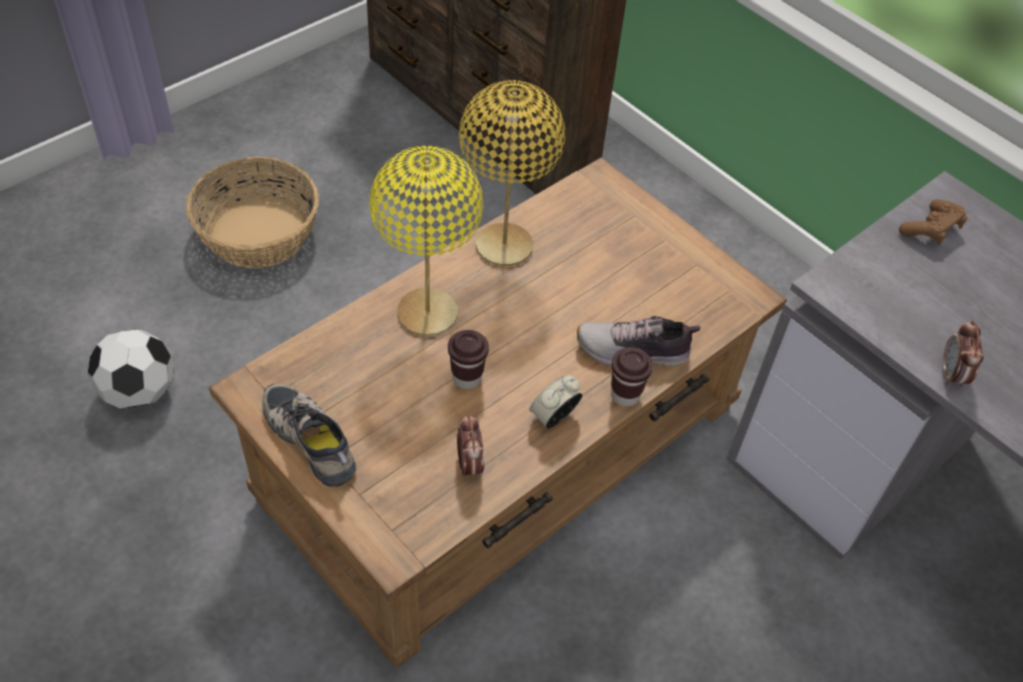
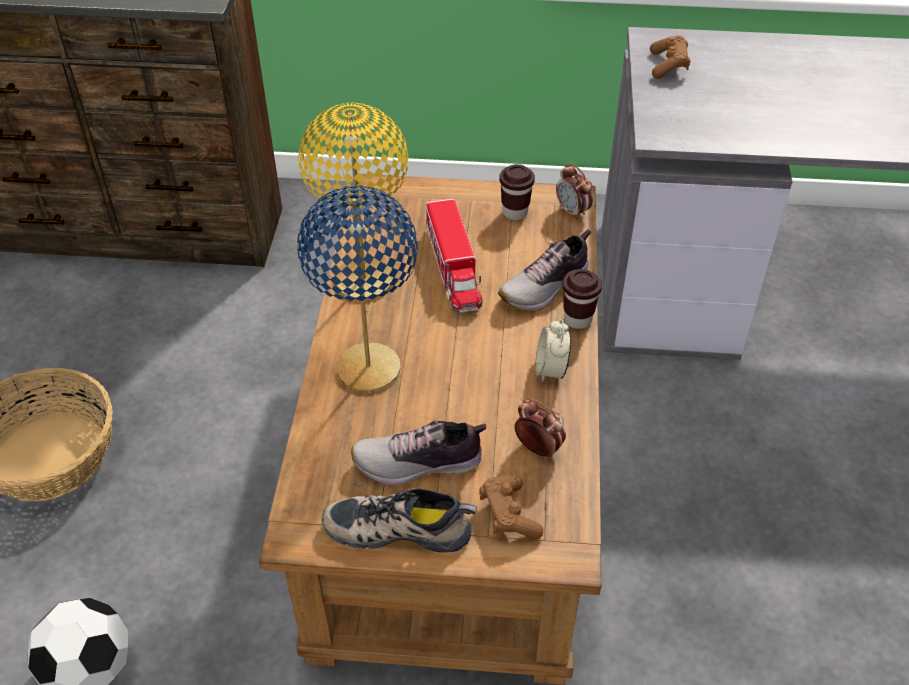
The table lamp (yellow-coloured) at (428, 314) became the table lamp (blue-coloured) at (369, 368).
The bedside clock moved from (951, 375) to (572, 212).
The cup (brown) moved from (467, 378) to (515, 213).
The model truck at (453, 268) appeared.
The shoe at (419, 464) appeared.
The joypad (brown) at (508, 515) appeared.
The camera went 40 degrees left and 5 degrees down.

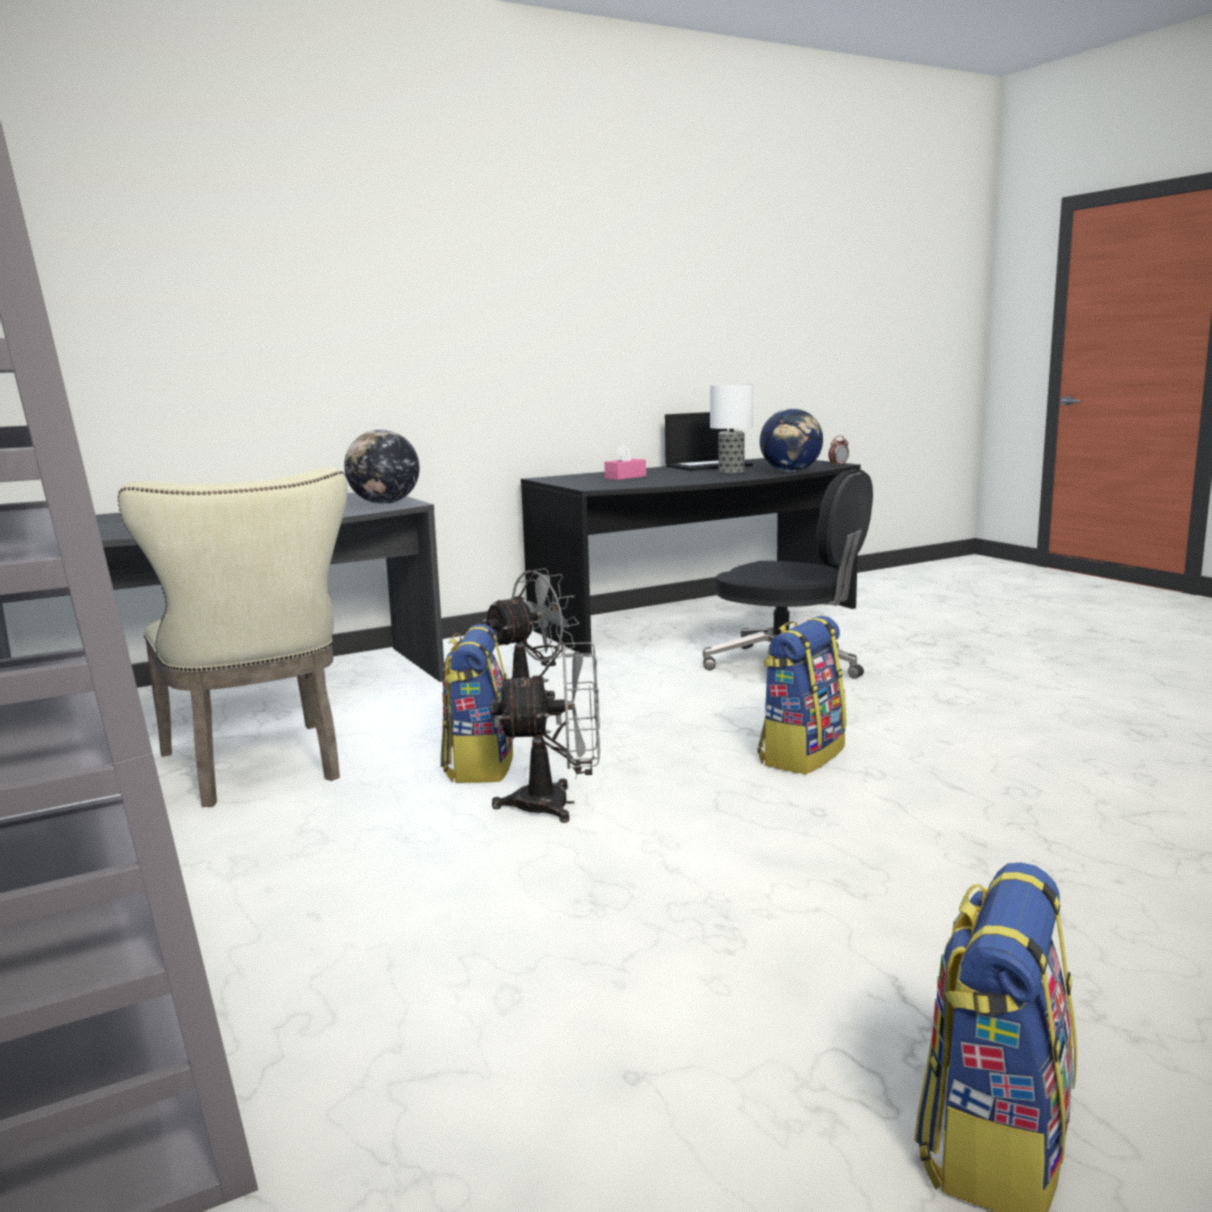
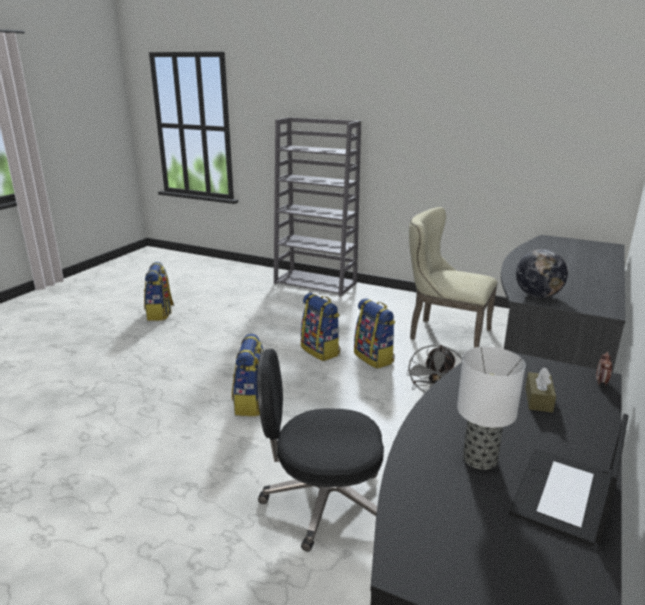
The world globe at (791, 471) disappeared.
The bedside clock moved from (838, 465) to (601, 382).
The tissue holder (pink-coloured) at (625, 477) became the tissue holder (brown) at (538, 399).
The cooling fan (gray) at (557, 804) was replaced by the knapsack at (321, 351).
The camera went 145 degrees right and 10 degrees up.

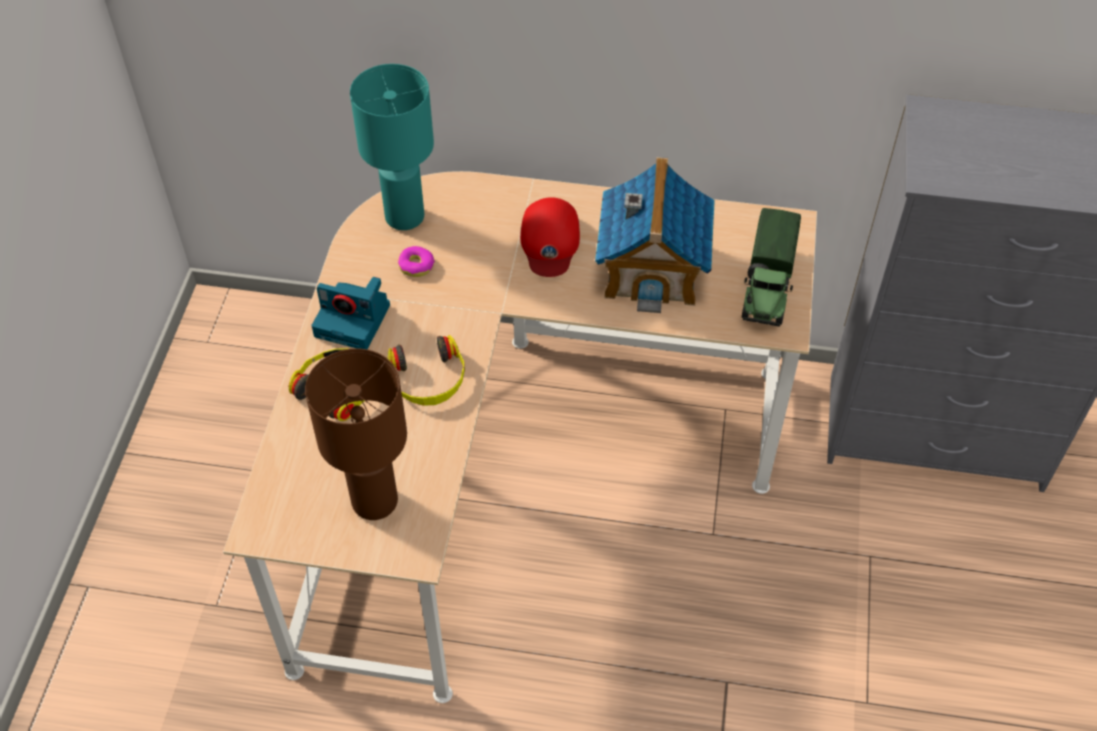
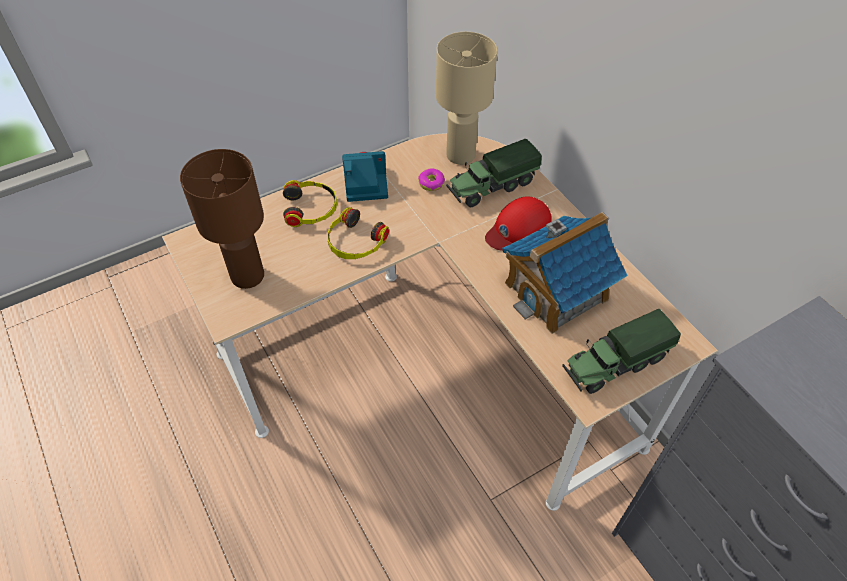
The table lamp (turquoise-coloured) at (405, 217) became the table lamp (beige) at (461, 156).
The still camera at (354, 320) turned 105 degrees clockwise.
The model truck at (491, 187) appeared.
The camera went 50 degrees right and 0 degrees up.

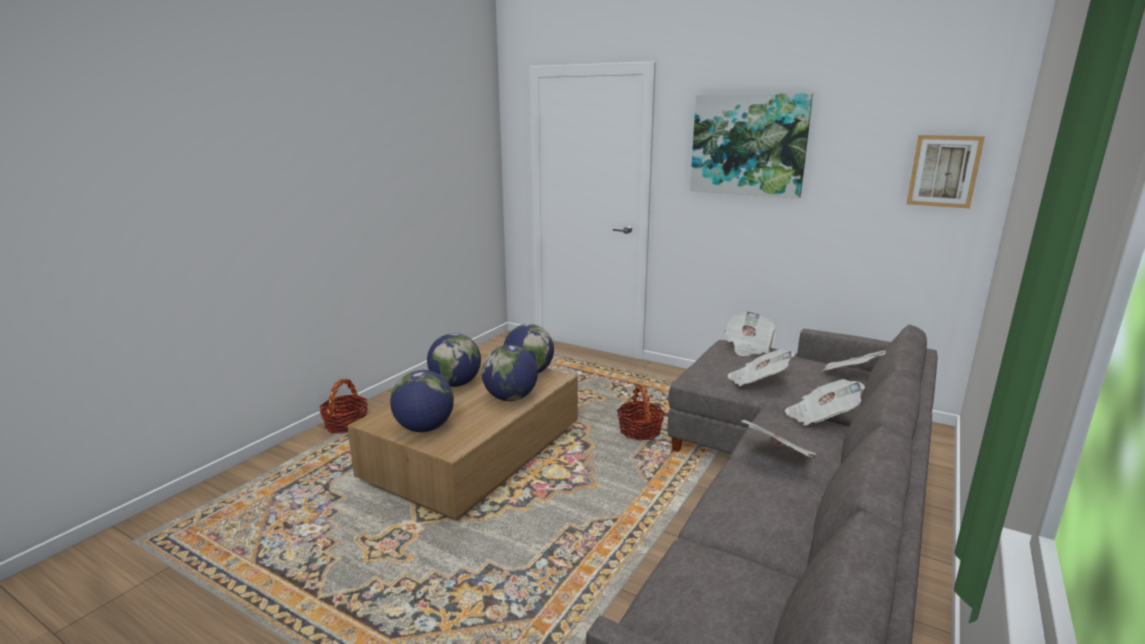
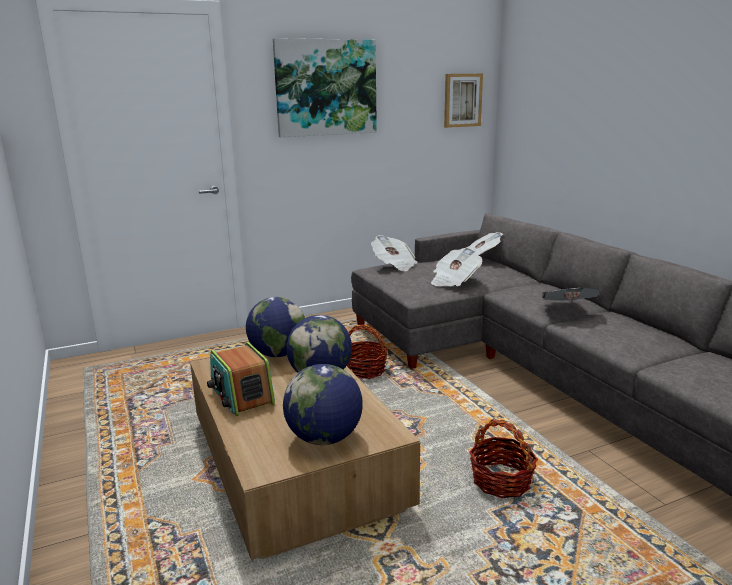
The world globe at (455, 384) was replaced by the radio set at (241, 396).
The household basket moved from (346, 424) to (501, 481).
The daily paper at (821, 418) disappeared.
The camera went 55 degrees left and 0 degrees up.

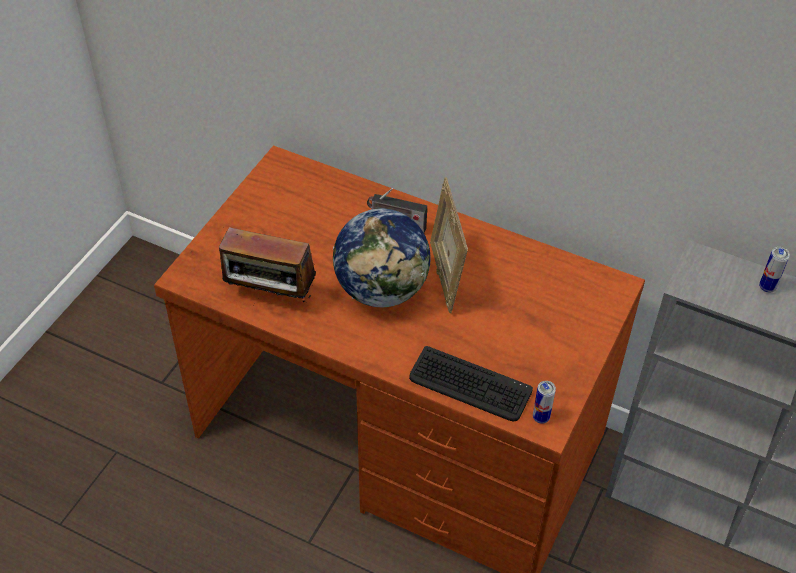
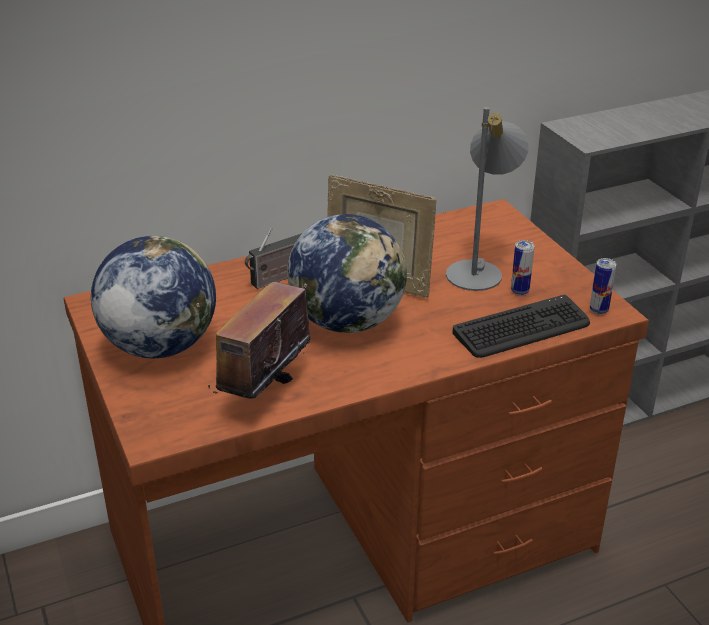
The radio set at (270, 296) turned 150 degrees clockwise.
The can moved from (767, 287) to (519, 291).
The table lamp (gray) at (480, 270) appeared.
The world globe at (159, 346) appeared.
The camera went 50 degrees left and 15 degrees down.

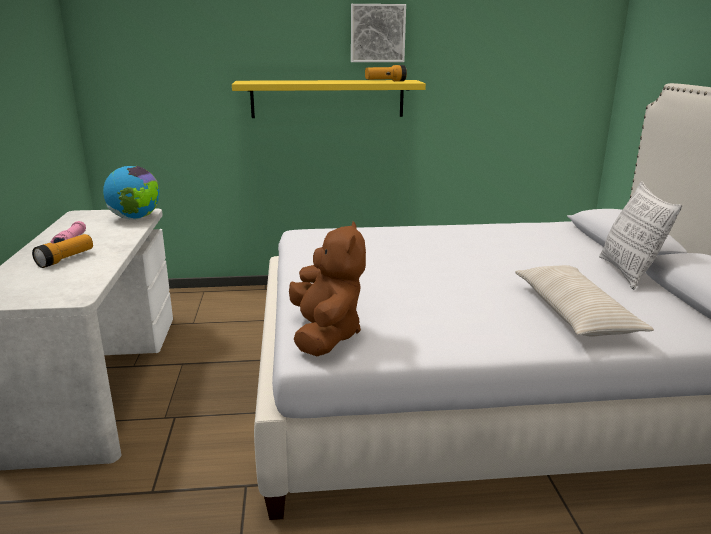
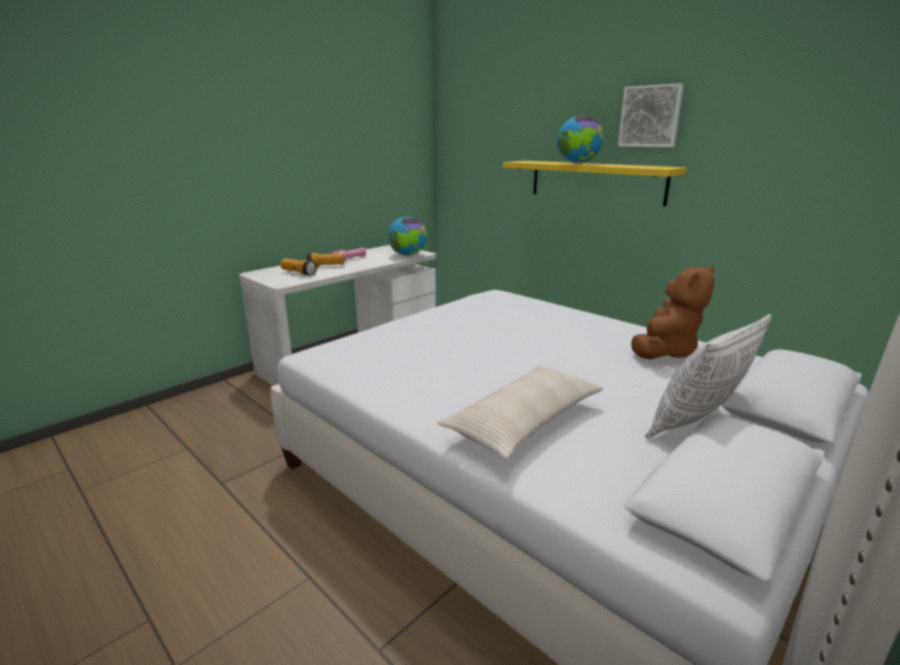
The torch moved from (385, 81) to (298, 273).
The plush toy (brown) moved from (325, 335) to (665, 351).
The world globe at (577, 163) appeared.
The camera went 50 degrees right and 0 degrees up.

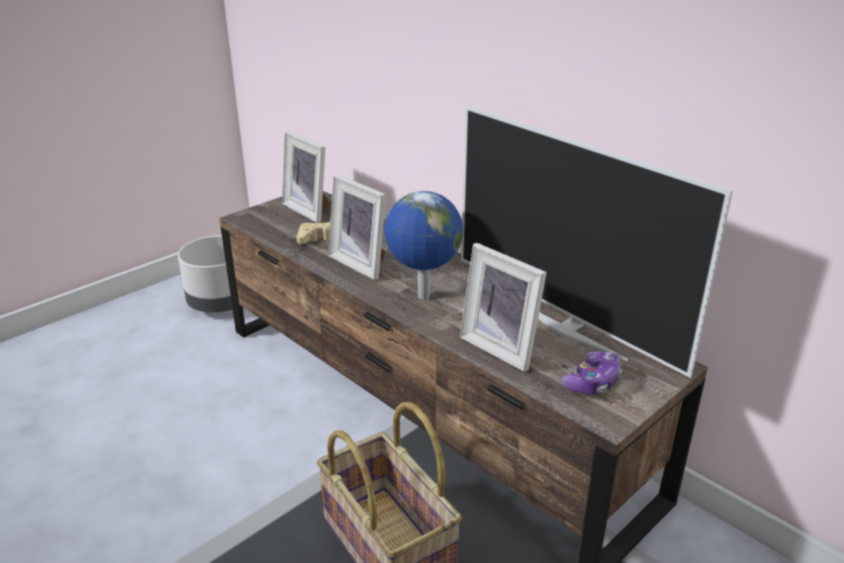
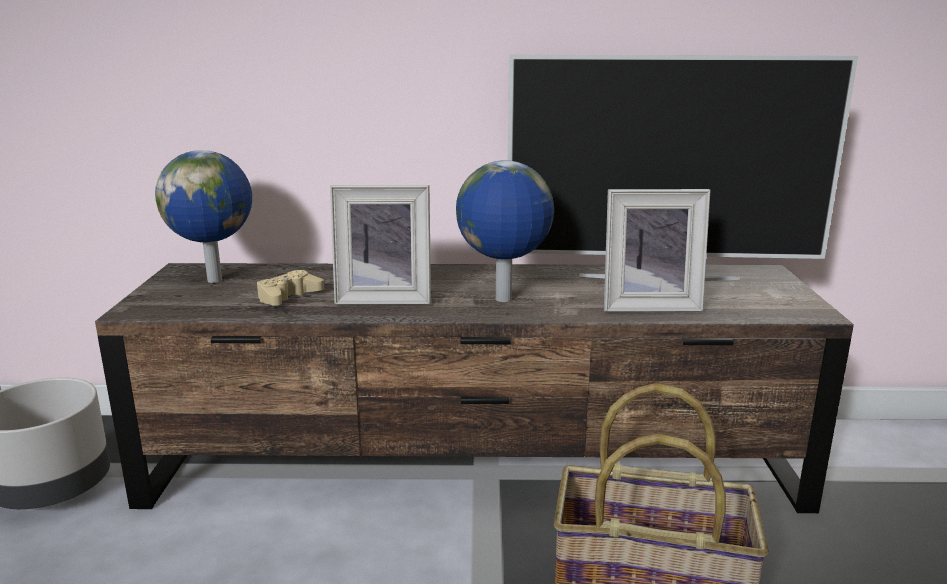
The photo frame at (310, 210) was replaced by the world globe at (217, 280).
The joypad at (592, 383) disappeared.
The camera went 45 degrees left and 10 degrees down.

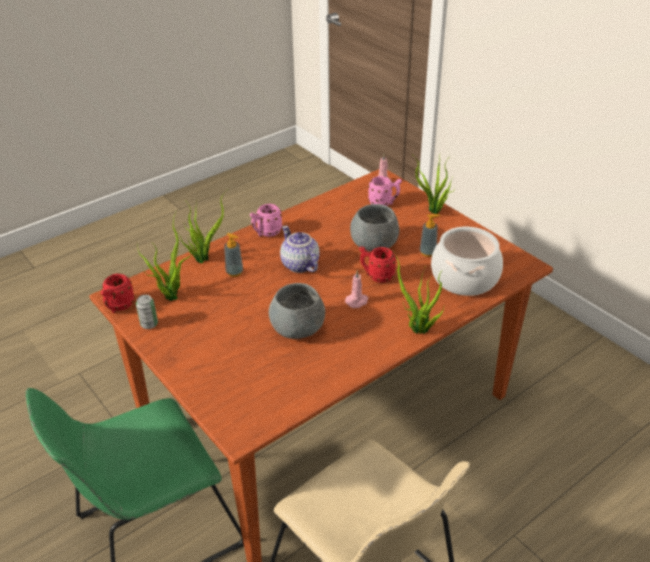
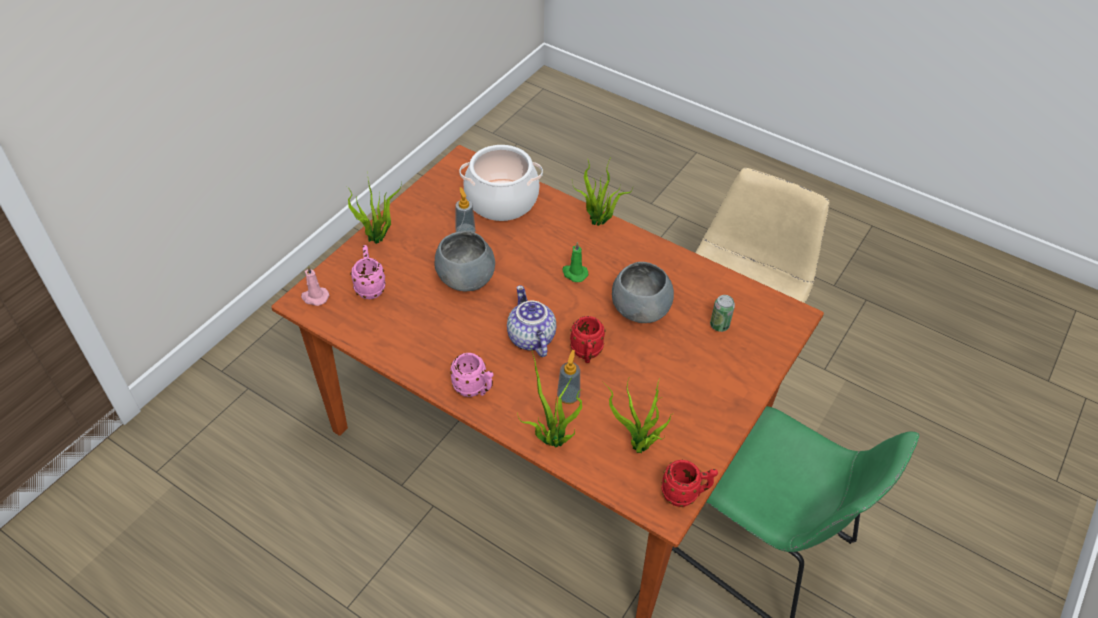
The teapot at (299, 265) turned 120 degrees clockwise.
The mug (red-coloured) moved from (376, 276) to (586, 354).
The candle (pink-coloured) at (357, 301) became the candle (green-coloured) at (574, 273).
The can moved from (149, 324) to (719, 325).
The camera went 110 degrees left and 10 degrees up.

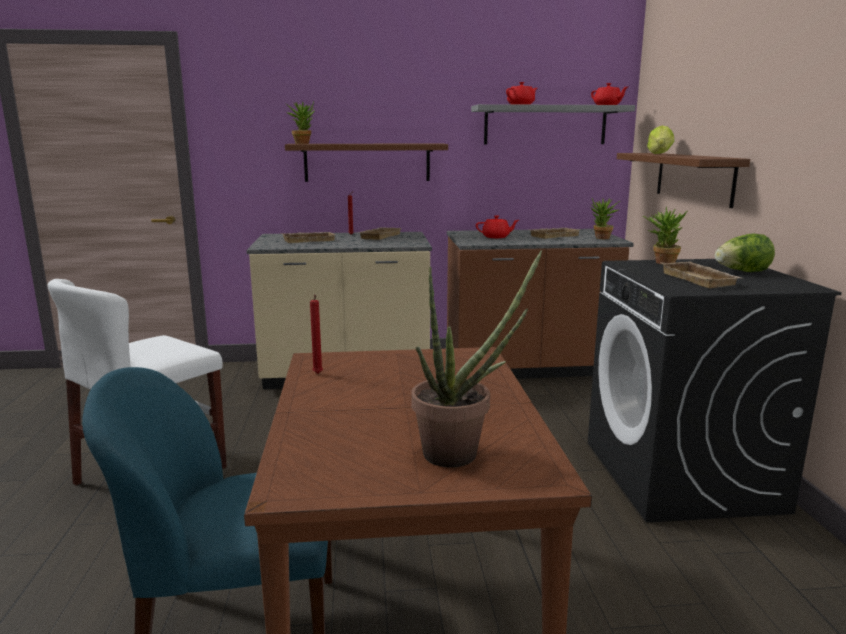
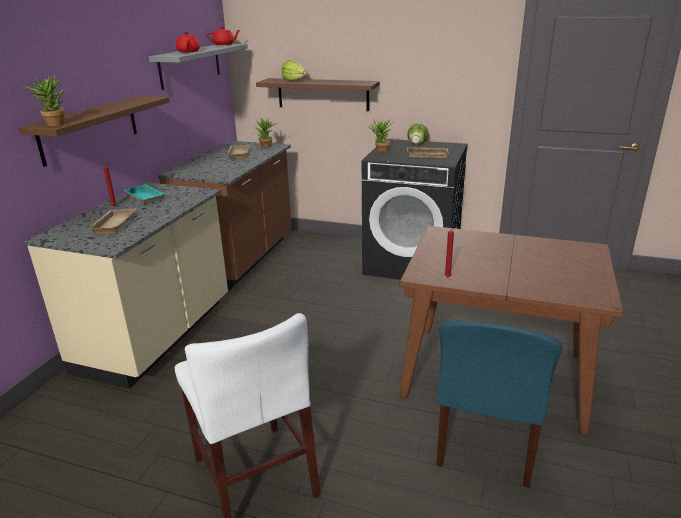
The teapot (red-coloured) at (496, 237) disappeared.
The carrying tray (beige) at (379, 236) became the carrying tray (turquoise-coloured) at (143, 198).
The plant in a pot at (461, 452) disappeared.
The camera went 65 degrees left and 10 degrees up.

